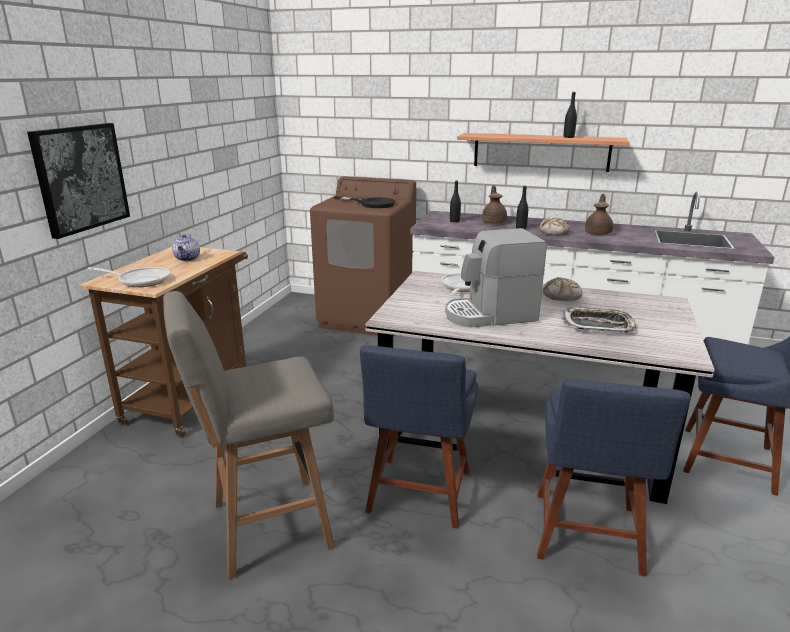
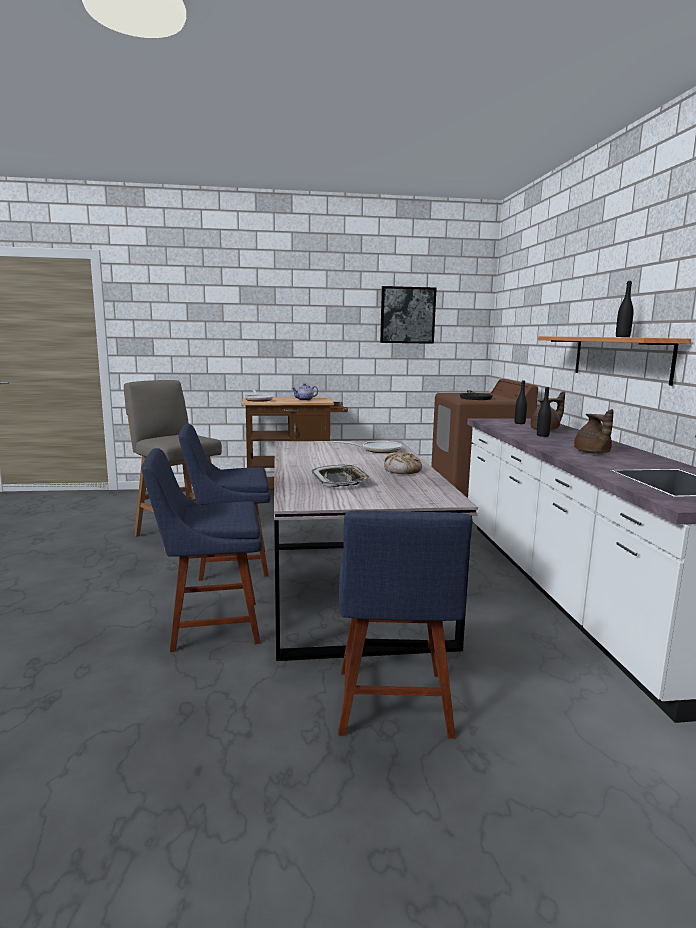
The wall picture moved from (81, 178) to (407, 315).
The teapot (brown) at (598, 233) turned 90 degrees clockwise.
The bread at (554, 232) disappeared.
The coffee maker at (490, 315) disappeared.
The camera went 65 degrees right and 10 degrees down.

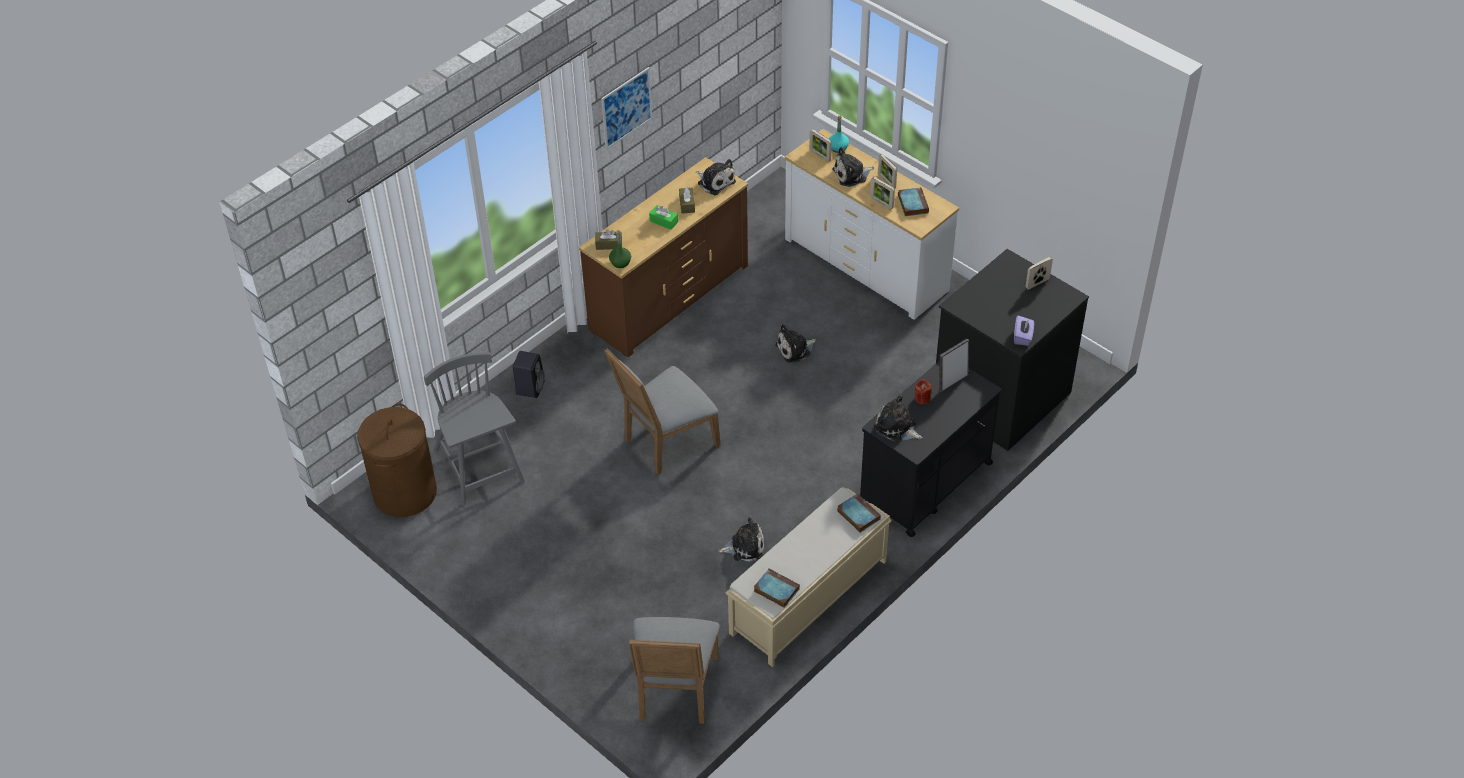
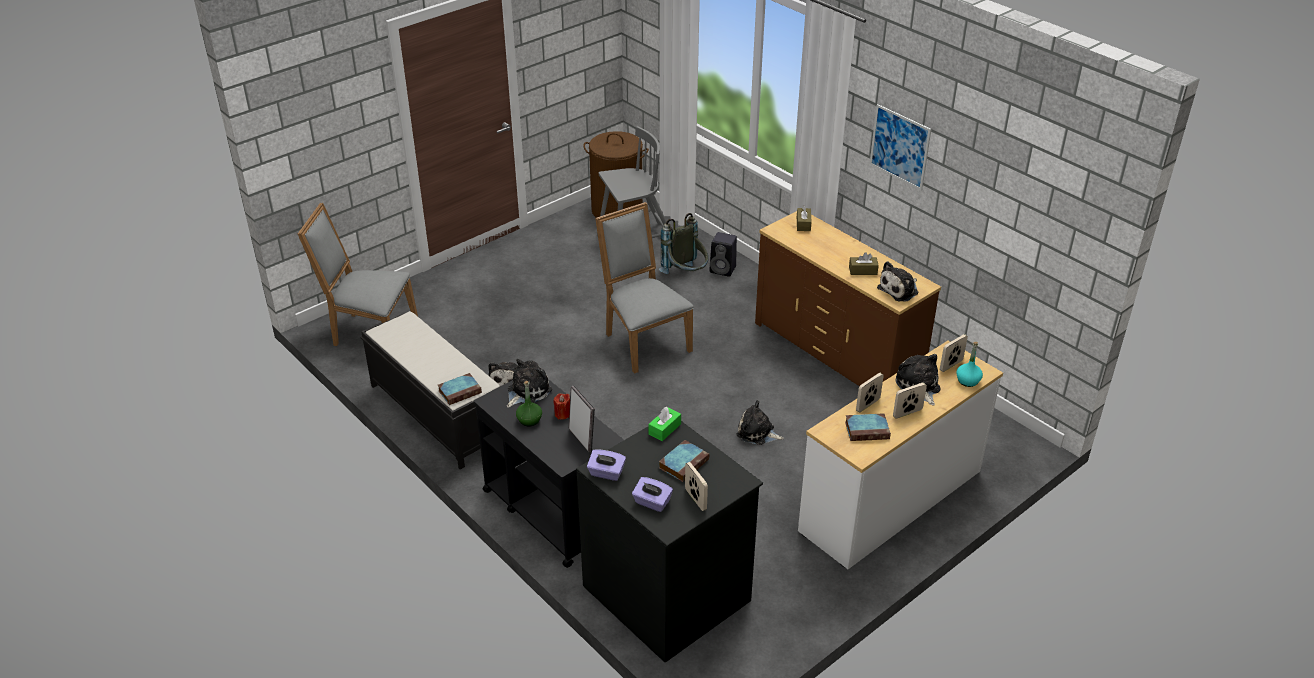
The tissue holder (green-coloured) moved from (664, 221) to (664, 429).
The beverage bottle (green-coloured) moved from (620, 262) to (529, 420).
The plush toy at (795, 349) turned 45 degrees counterclockwise.
The bench (beige) at (807, 598) became the bench (blackish) at (436, 413).
The bound book moved from (775, 590) to (684, 463).
The knapsack (gray) at (686, 275) appeared.
The tissue holder (purple-coloured) at (652, 502) appeared.
The camera went 95 degrees right and 10 degrees down.

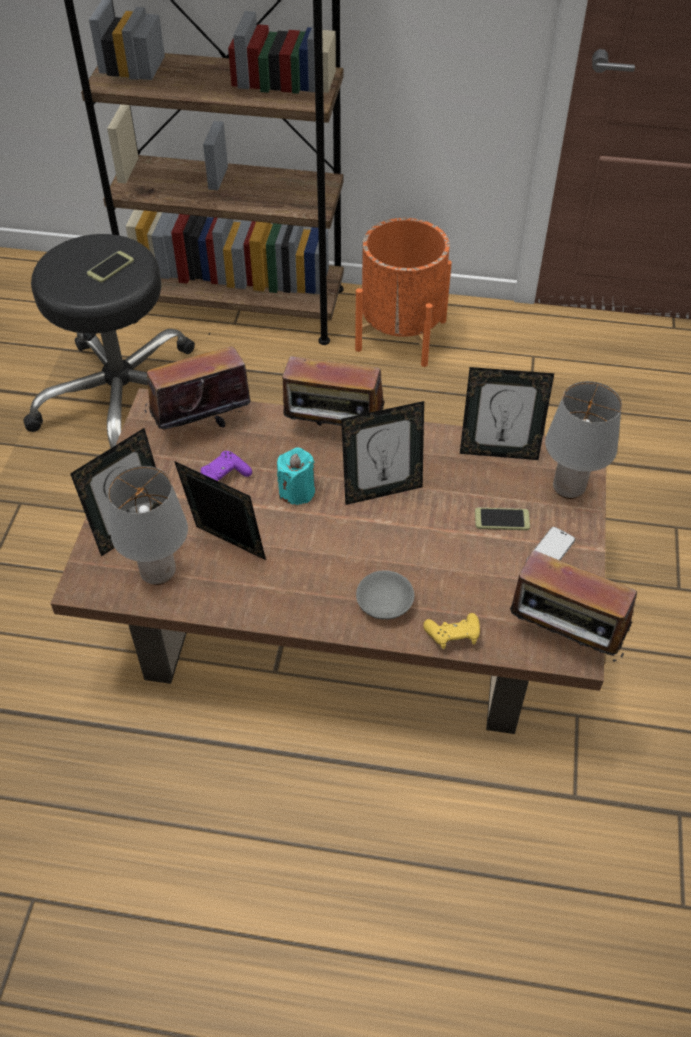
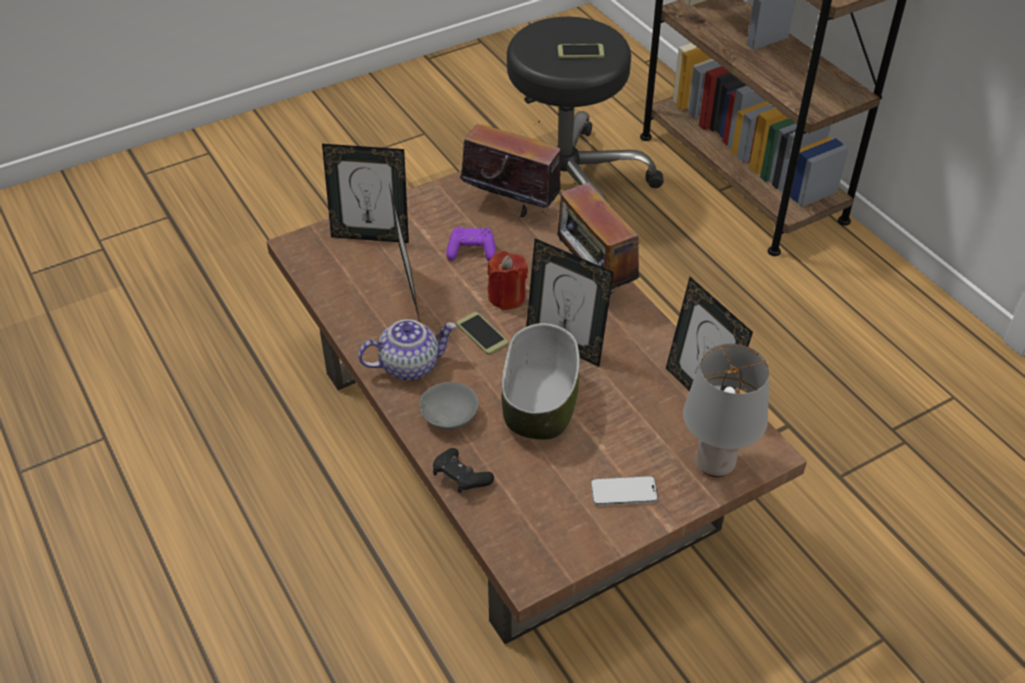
The plant pot (orange-coloured) at (401, 335) disappeared.
The candle (turquoise-coloured) at (297, 491) became the candle (red-coloured) at (507, 297).
The table lamp (gray) at (159, 572) disappeared.
The telephone moved from (502, 519) to (482, 334).
The radio set at (563, 638) disappeared.
The joypad (yellow-coloured) at (453, 636) became the joypad (blackish) at (460, 478).
The teapot at (410, 365) appeared.
The serving bowl at (539, 405) appeared.
The camera went 50 degrees right and 5 degrees down.

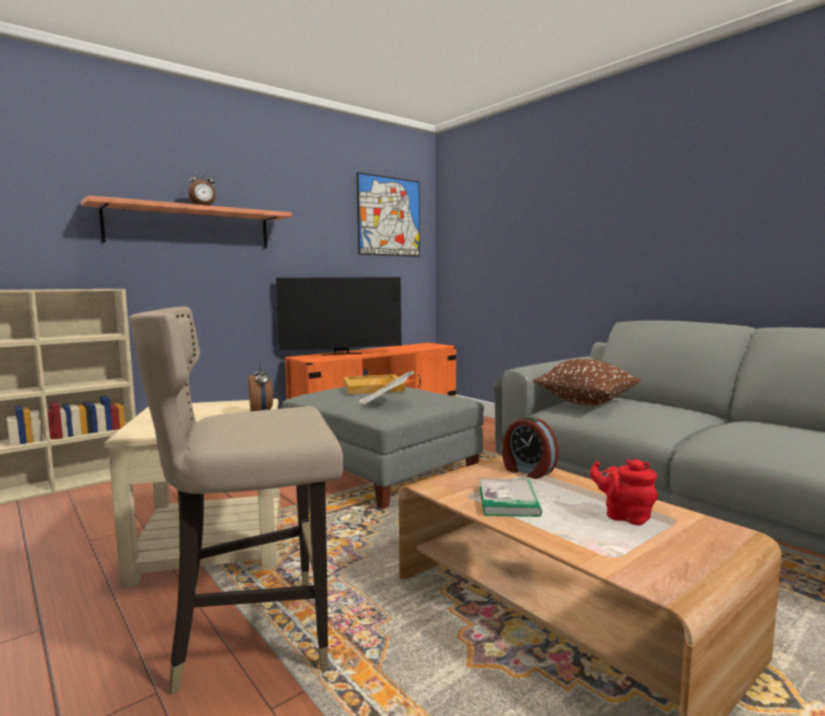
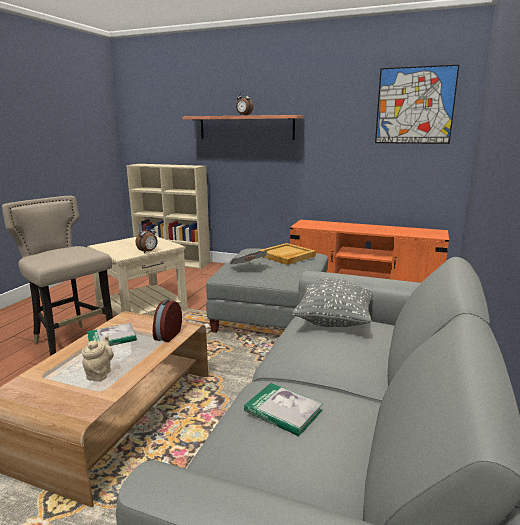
The TV at (341, 354) disappeared.
The throw pillow (brown) at (586, 402) became the throw pillow (gray) at (334, 321).
The teapot (red-coloured) at (624, 516) became the teapot (beige) at (100, 373).
The bound book at (283, 411) appeared.
The camera went 60 degrees right and 10 degrees up.

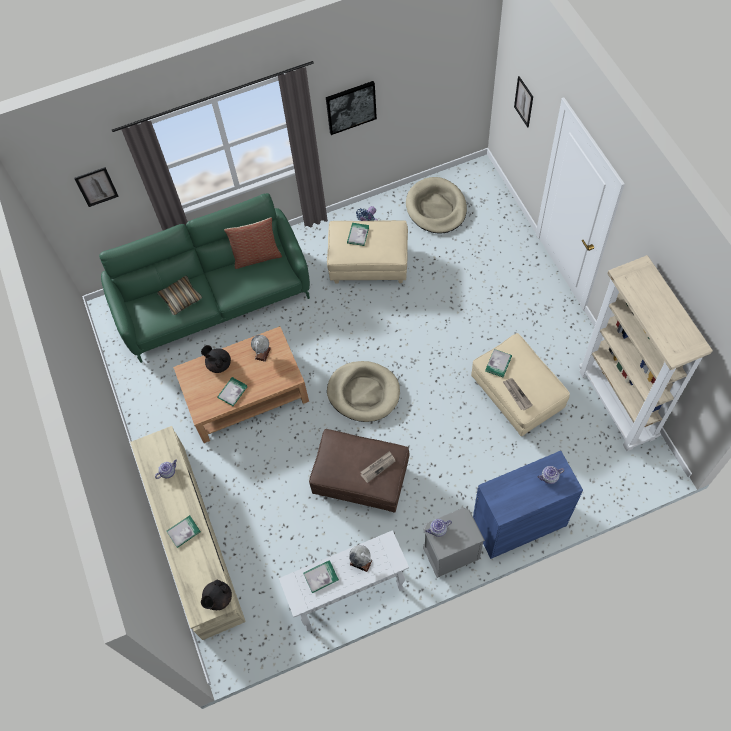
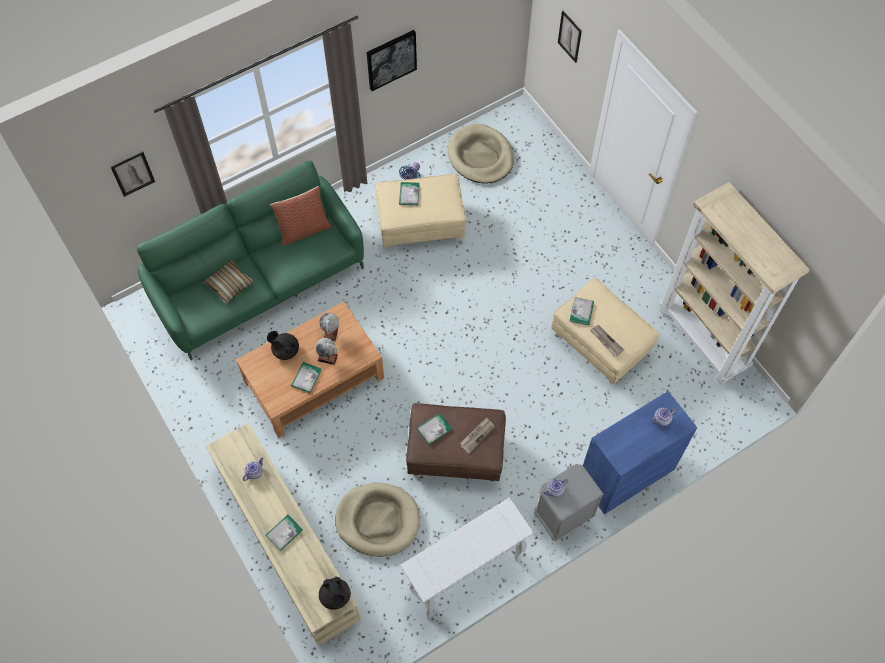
The dog bed (beige) moved from (363, 392) to (378, 520).
The world globe moved from (361, 562) to (327, 357).
The bound book moved from (321, 576) to (434, 429).
The teapot (blackish) at (218, 598) turned 45 degrees counterclockwise.
The camera went 15 degrees left and 0 degrees up.

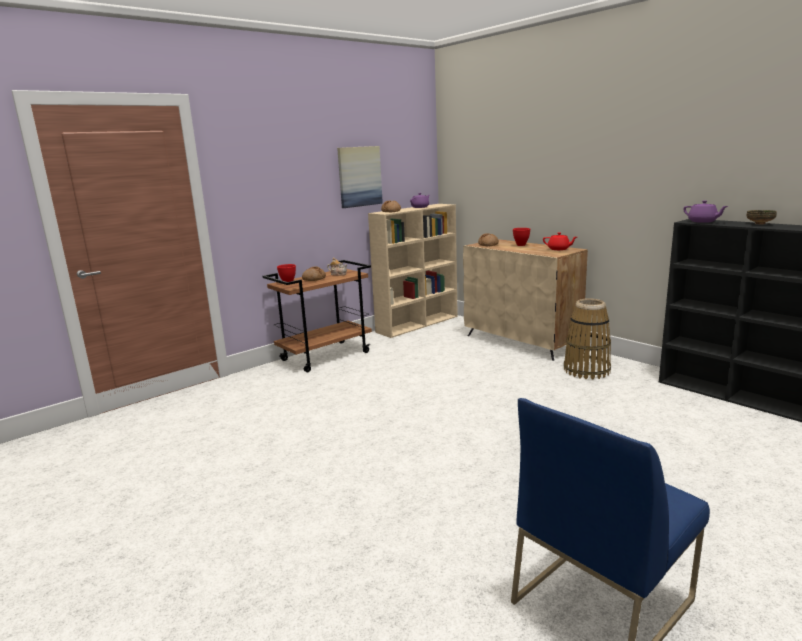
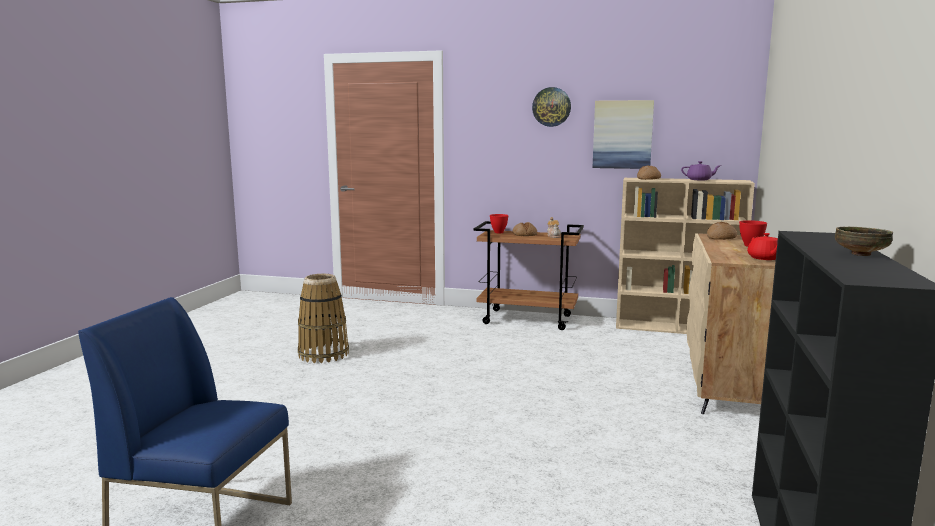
The teapot (purple-coloured) at (703, 221) disappeared.
The household basket moved from (586, 370) to (324, 354).
The hanging clock at (551, 107) appeared.
The camera went 55 degrees right and 5 degrees down.

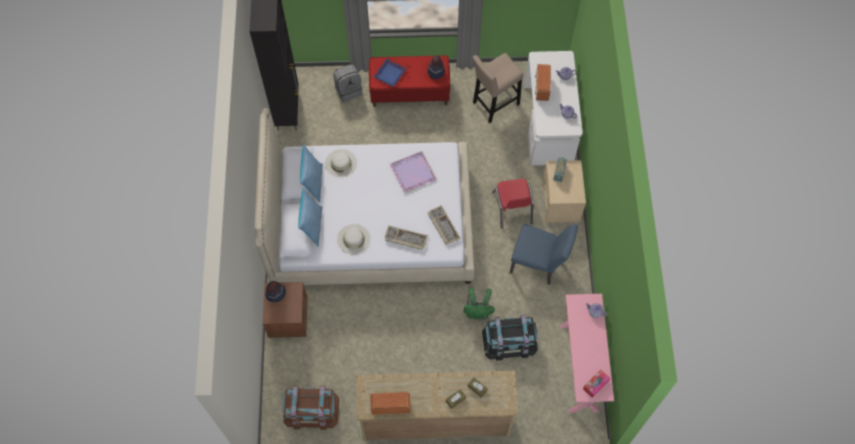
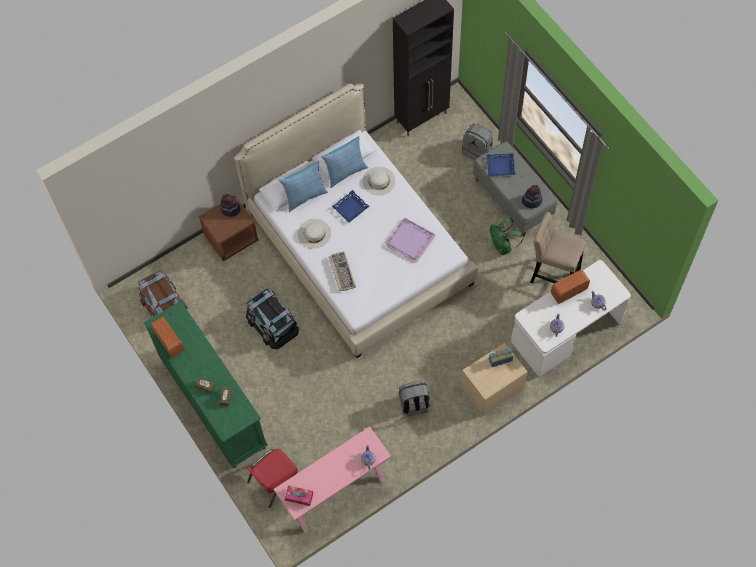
The bench (red-coloured) at (410, 92) became the bench (gray) at (513, 199).
The chair (red-coloured) moved from (512, 208) to (275, 480).
The keyboard at (443, 225) disappeared.
The chair (blue-coloured) at (539, 264) was replaced by the knapsack (gray) at (414, 405).
The knapsack (green-coloured) moved from (478, 312) to (503, 246).
The storage bin (blackish) moved from (509, 341) to (272, 323).
The drawer chest (beige) at (435, 420) became the drawer chest (green-coloured) at (213, 403).
The carrying tray (blue-coloured) at (351, 208) appeared.
The camera went 60 degrees right and 0 degrees up.

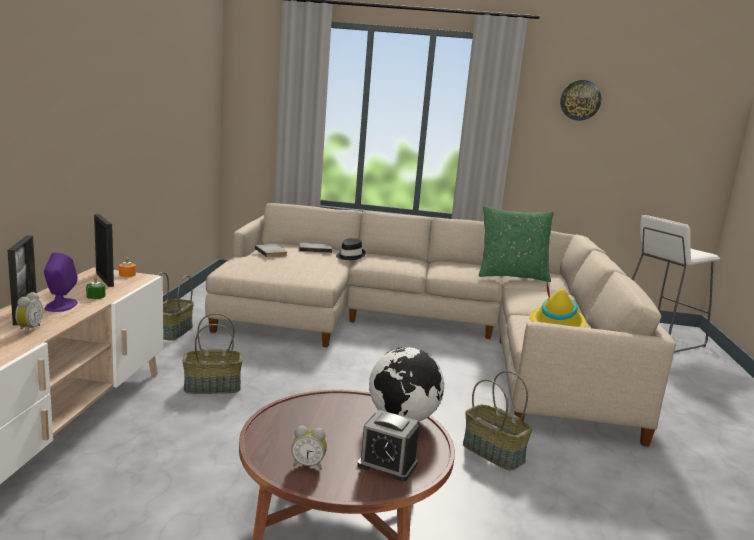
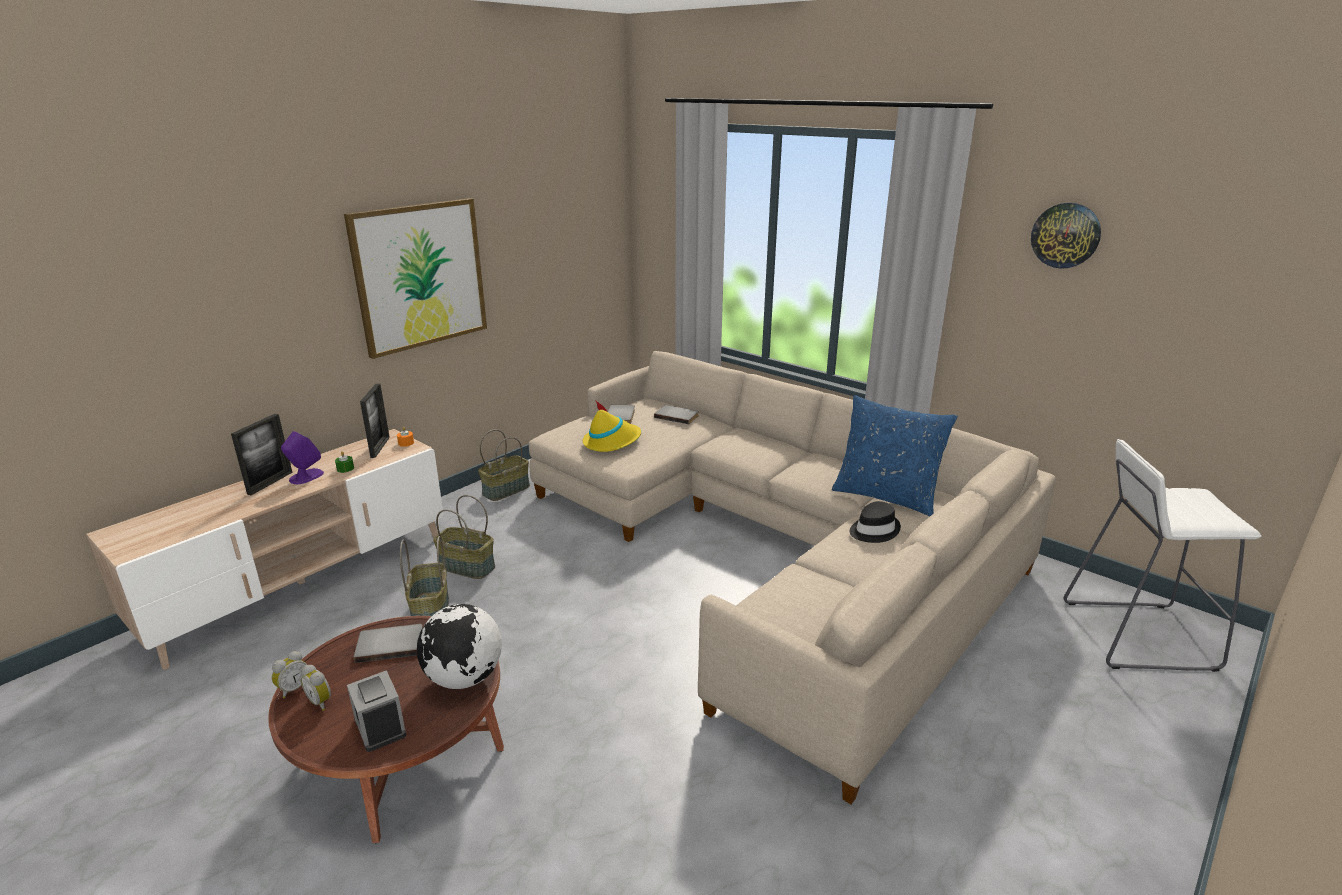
The throw pillow (green-coloured) at (511, 276) became the throw pillow (blue-coloured) at (886, 496).
The wearable hat (blackish) moved from (349, 256) to (873, 530).
The wearable hat (yellow-coloured) moved from (557, 323) to (612, 442).
The bedside clock moved from (28, 329) to (293, 688).
The household basket moved from (494, 453) to (431, 611).
The wall picture at (420, 276) appeared.
The bound book (gray) at (390, 644) appeared.
The camera went 35 degrees right and 10 degrees up.

